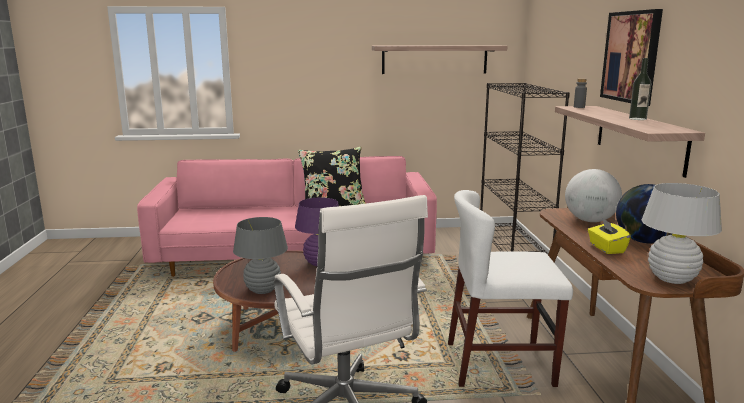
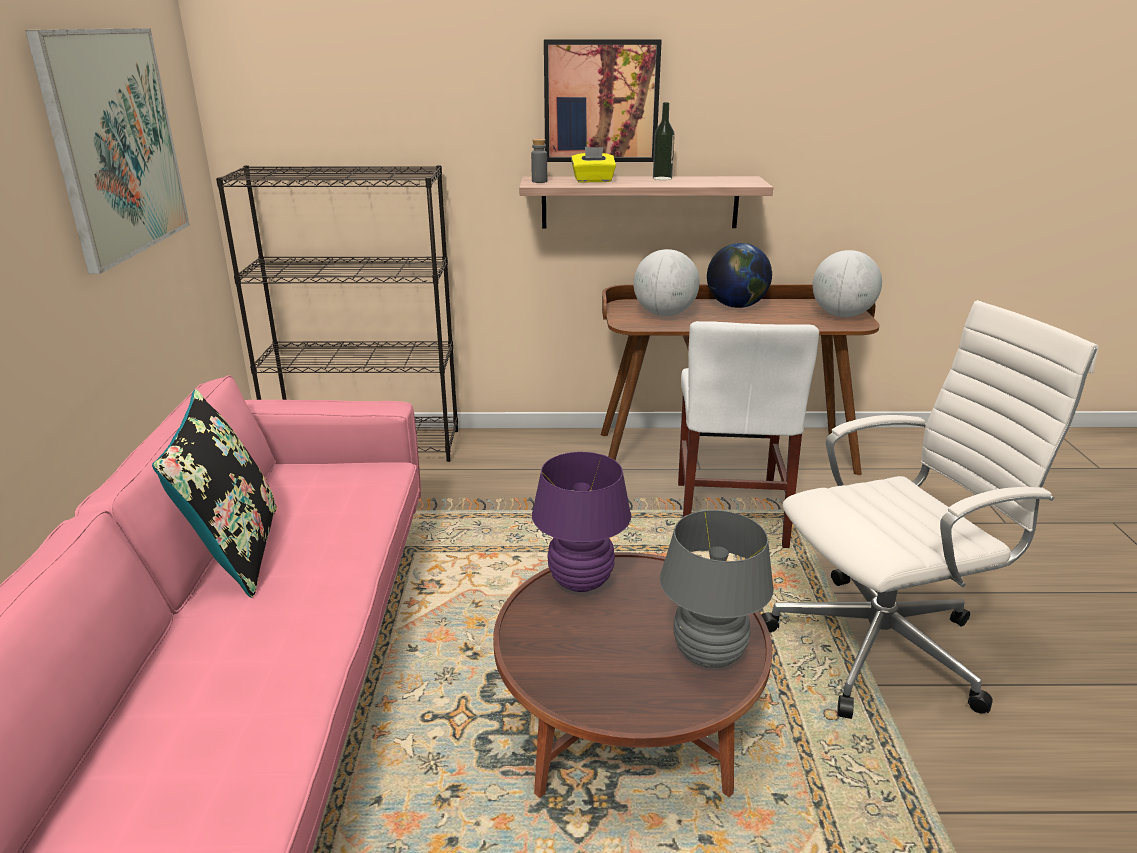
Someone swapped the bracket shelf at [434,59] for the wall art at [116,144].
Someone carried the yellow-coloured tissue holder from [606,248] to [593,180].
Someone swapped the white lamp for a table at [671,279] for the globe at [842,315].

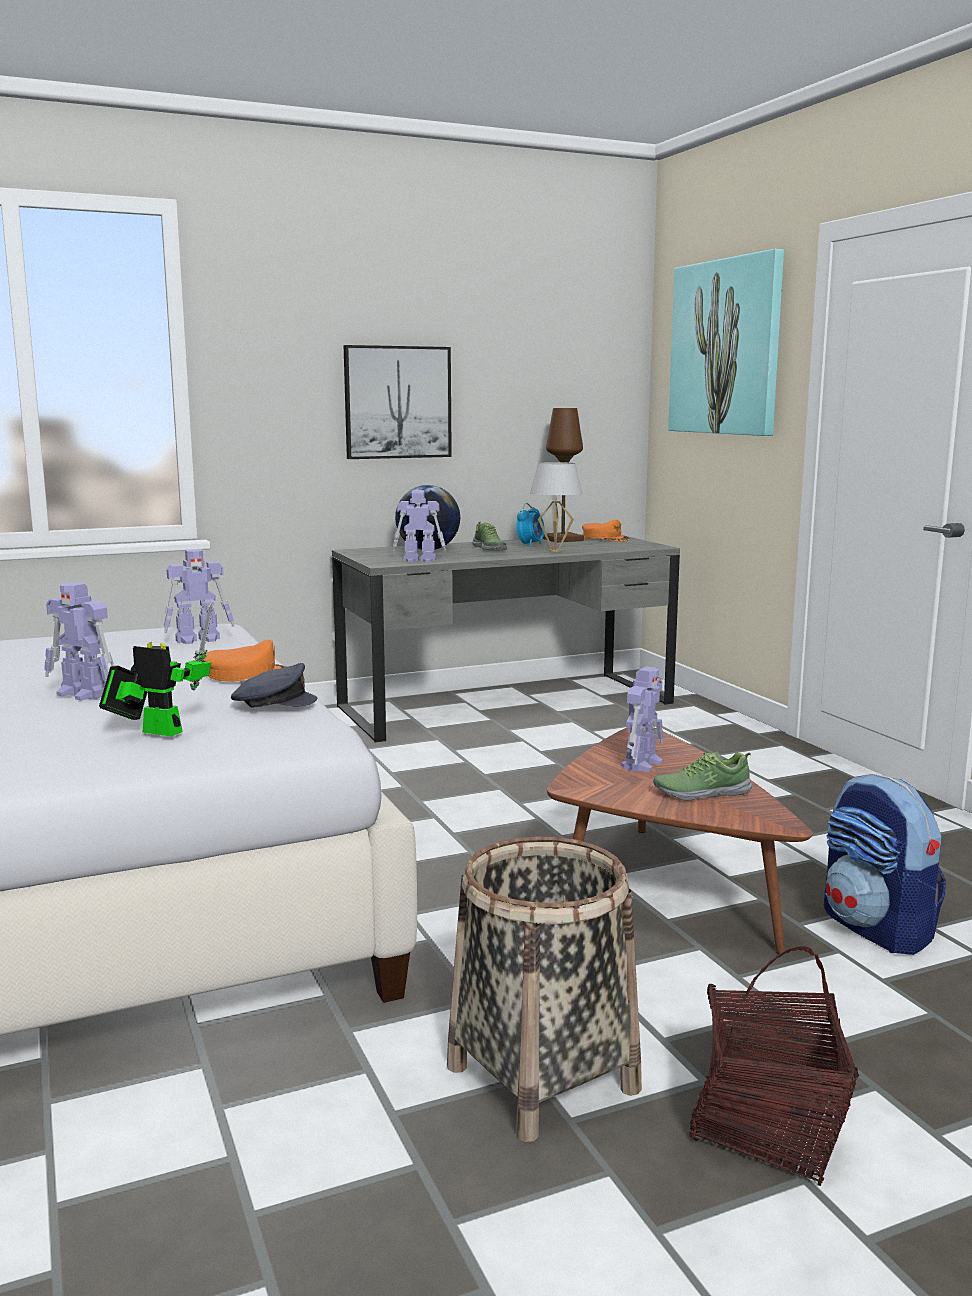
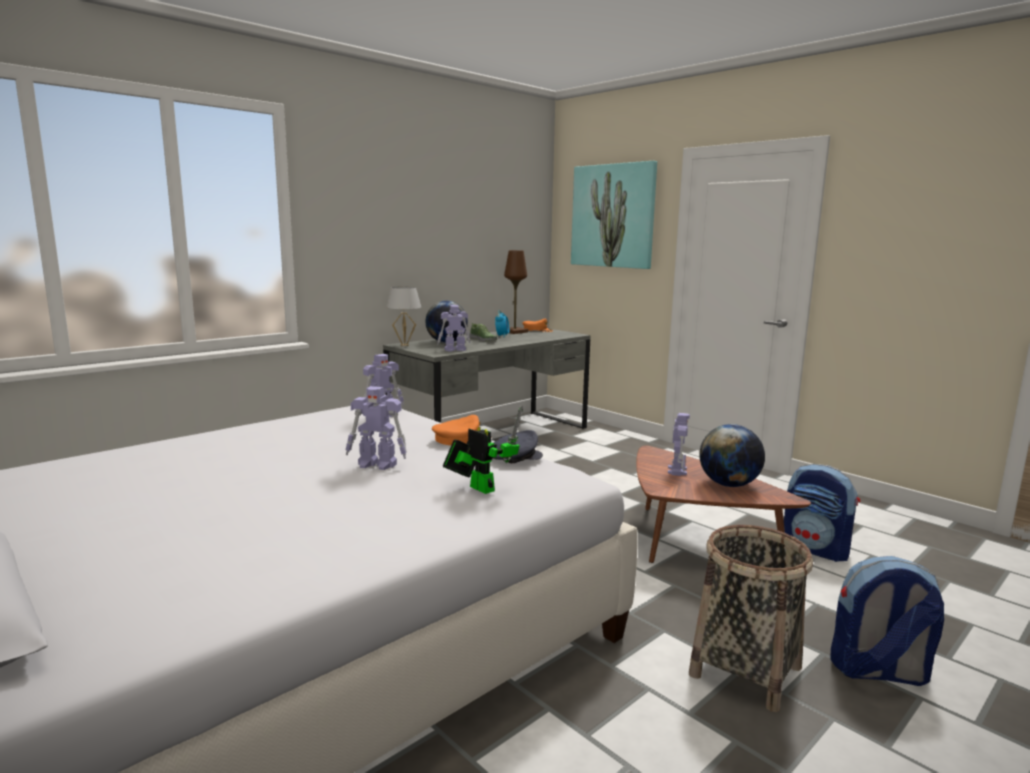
Someone carried the white lamp for a table from [555,551] to [404,345].
Someone rotated the toy robot at [157,731] by 45 degrees clockwise.
Someone swapped the shoe at [701,793] for the globe at [729,484].
Someone swapped the basket at [770,1126] for the knapsack at [878,672].
Someone took away the wall art at [397,402].

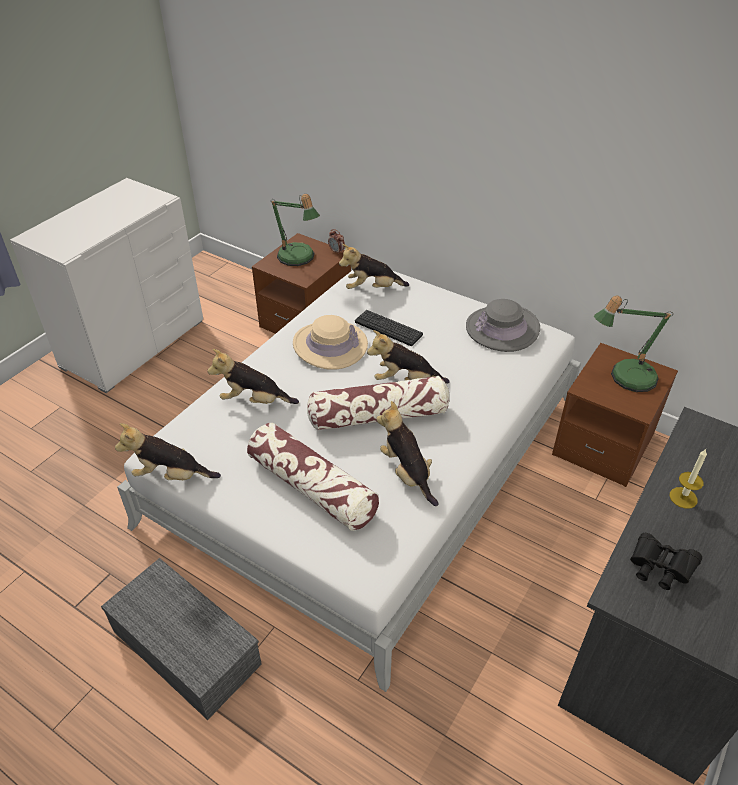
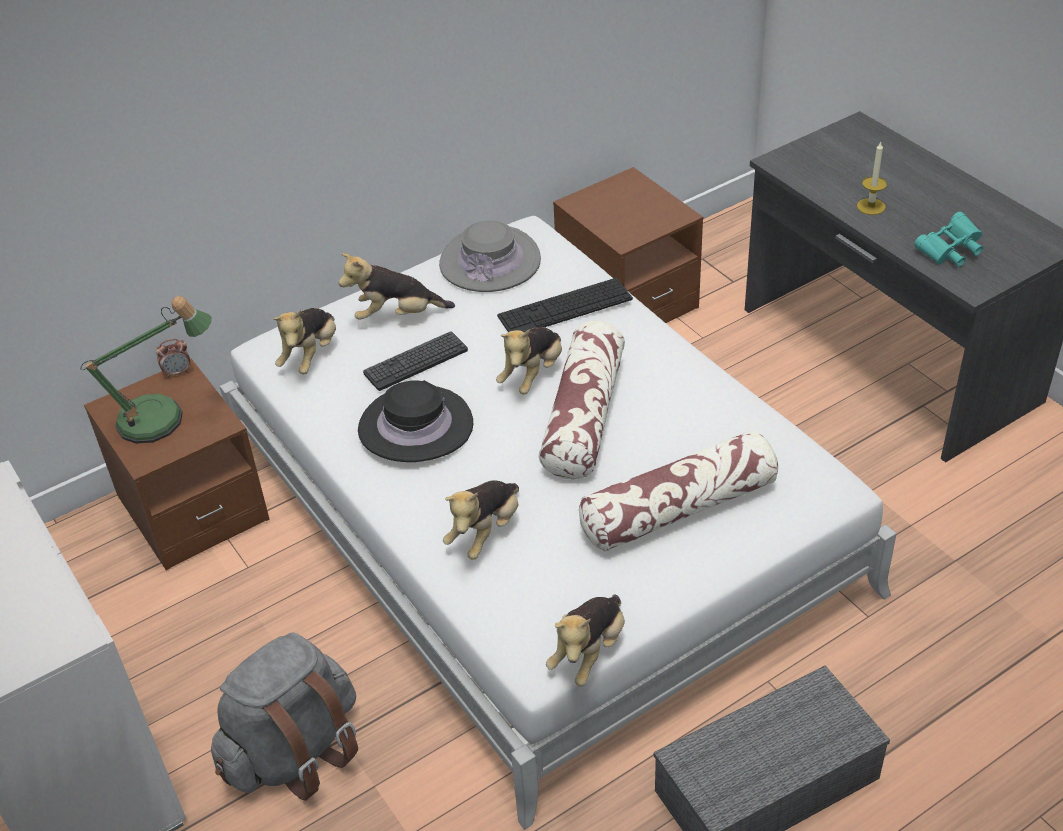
Someone put down the gray knapsack at [294,752].
Someone carried the soft toy from [407,473] to [397,315].
Someone repainted the beige-coloured wearable hat at [330,345], which became the black wearable hat at [415,427].
Someone put down the computer keyboard at [565,307].
Someone repainted the black field glasses at [658,569], which became the blue-green field glasses at [950,252].
Someone took away the lamp for a table at [625,377].

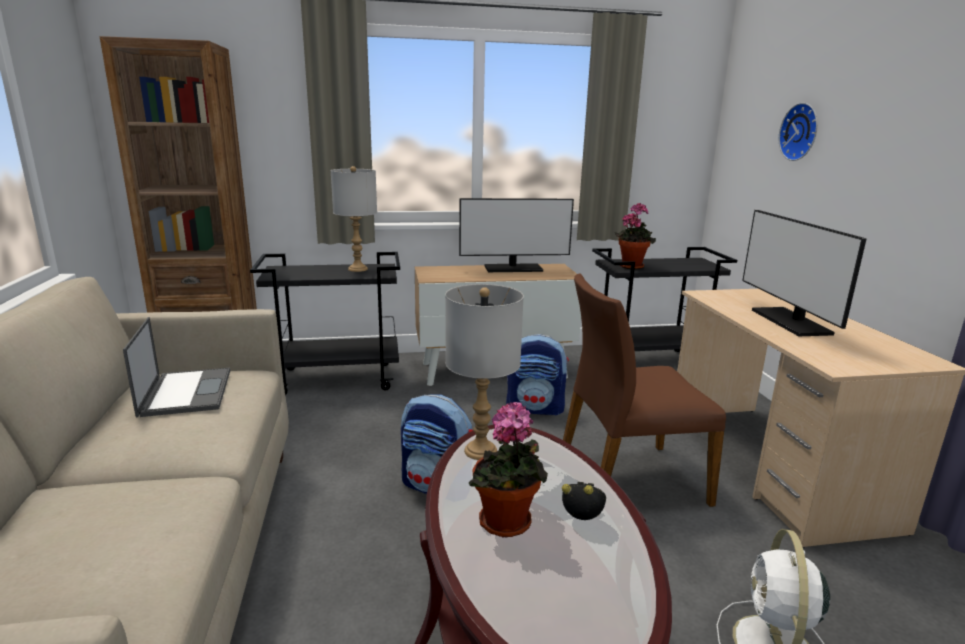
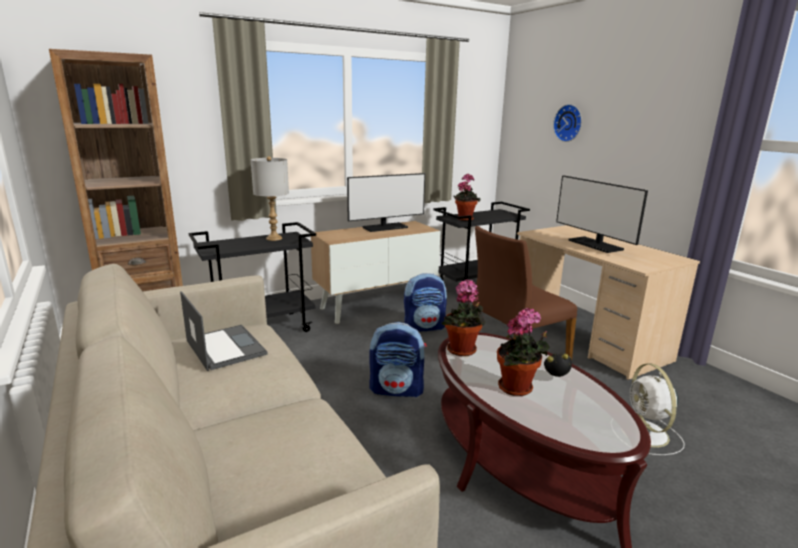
Someone swapped the gray lamp for a table at [480,451] for the houseplant at [462,351].

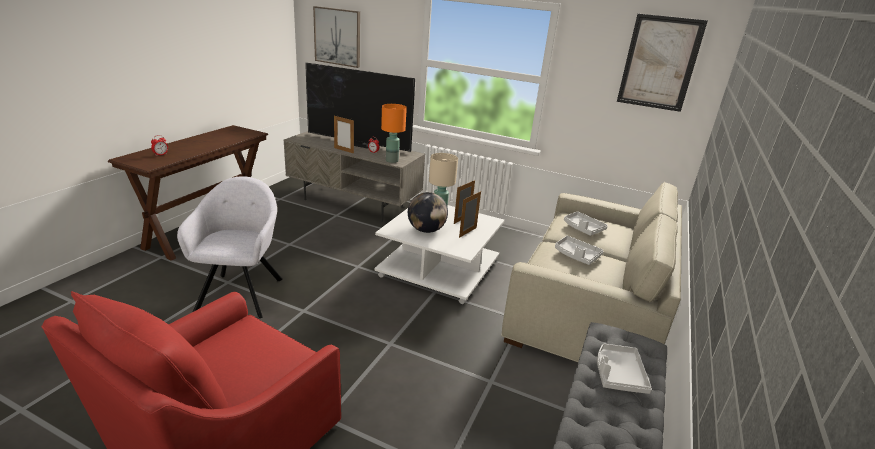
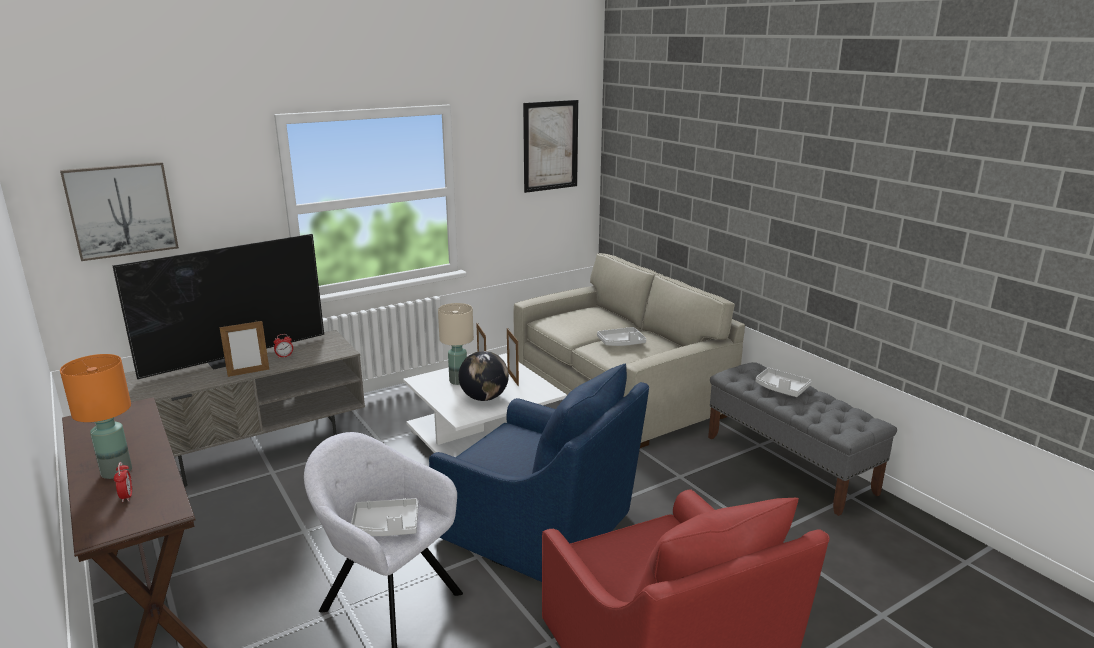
Someone carried the orange lamp for a table from [391,161] to [116,472].
Someone carried the gray tray from [582,228] to [386,526].
Someone put down the blue armchair at [541,530].

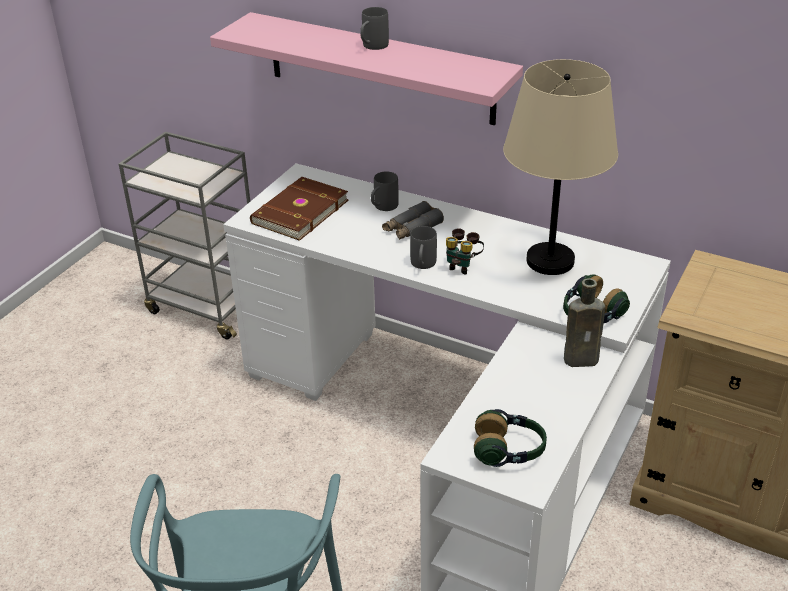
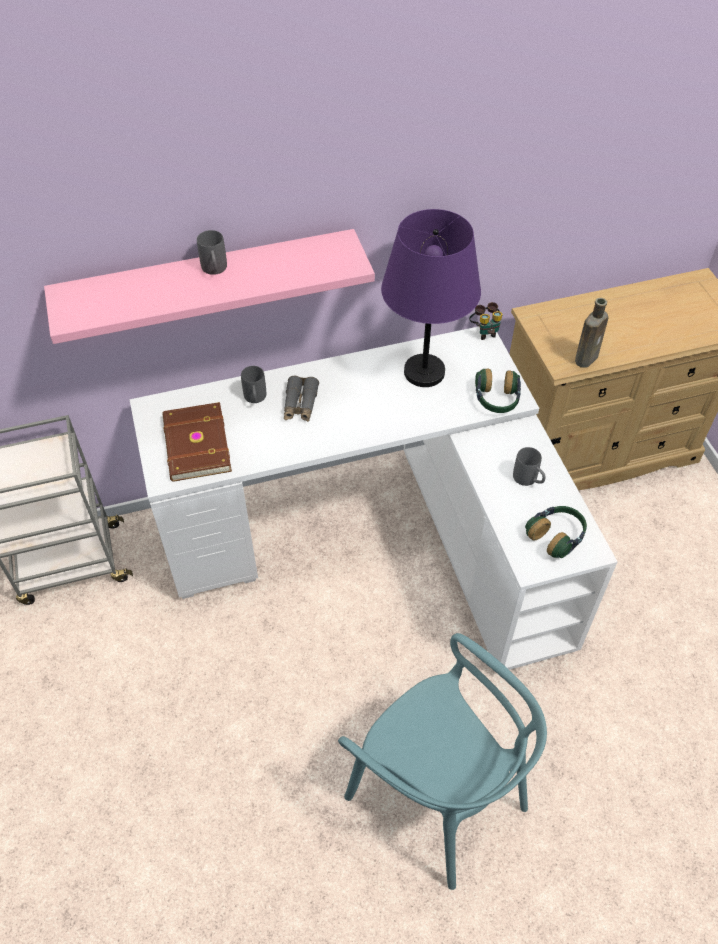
Someone repainted the beige-coloured lamp for a table at [550,261], which became the purple-coloured lamp for a table at [425,372].
Someone carried the field glasses from [462,266] to [484,331].
Someone carried the gray tea mug from [422,265] to [528,480].
Someone carried the brown drink bottle from [583,359] to [587,357].

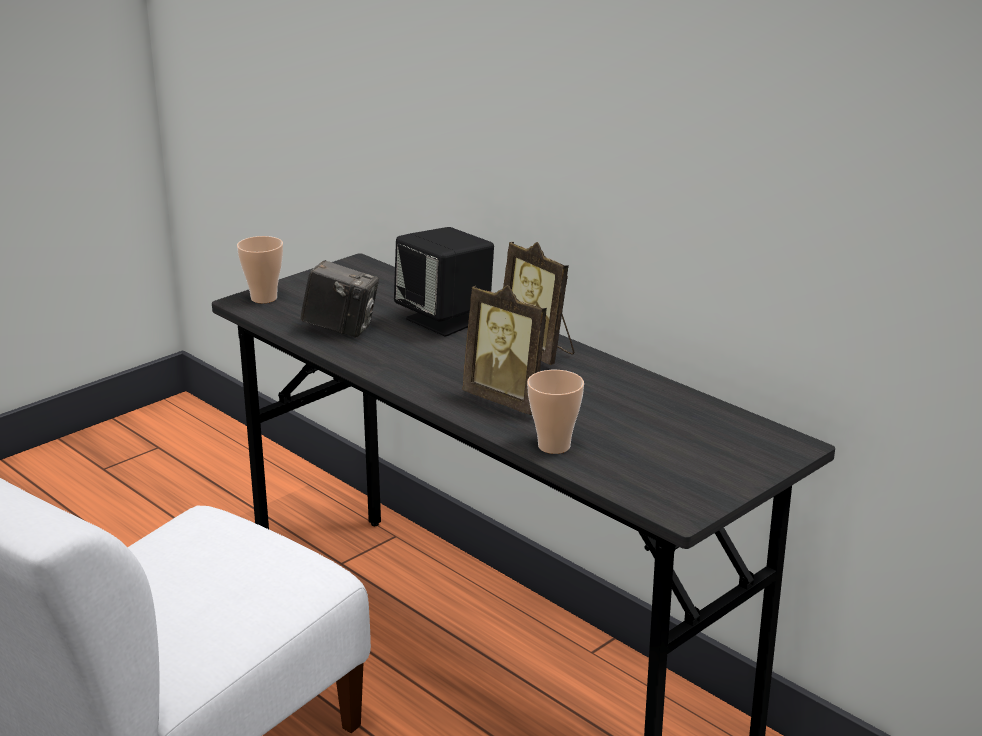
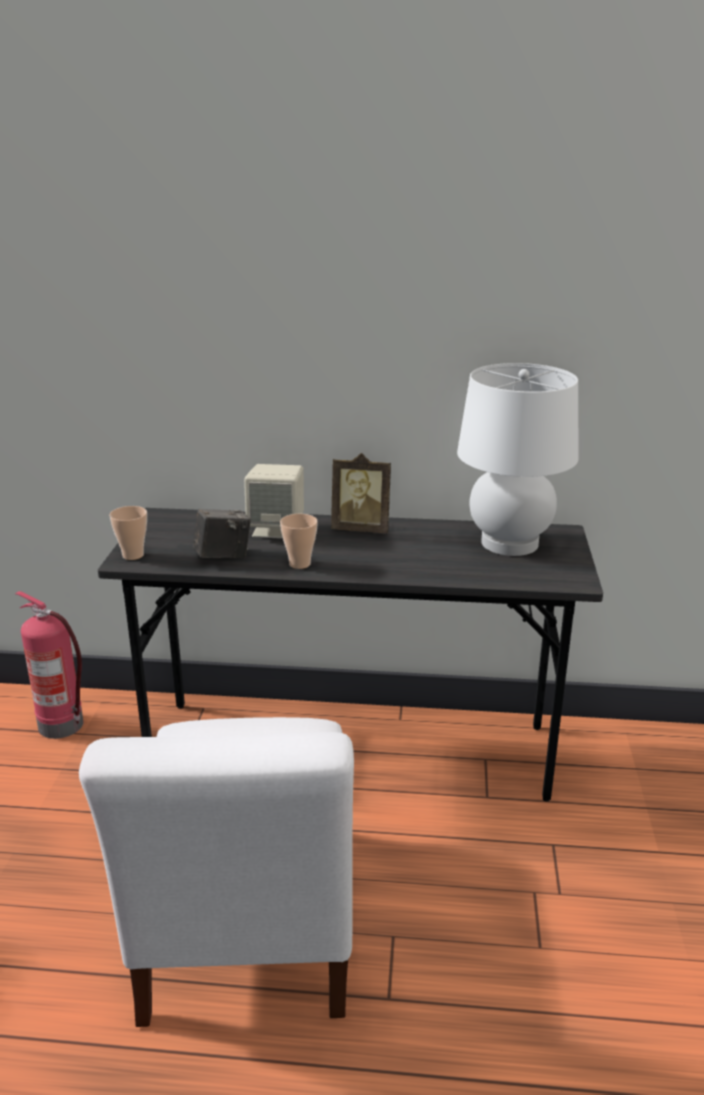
Someone put down the fire extinguisher at [63,725].
Someone repainted the black speaker at [445,320], which became the beige-coloured speaker at [277,529].
Someone carried the drinking cup from [554,446] to [299,564].
Someone put down the white lamp for a table at [509,543].
Someone took away the picture frame at [509,400].

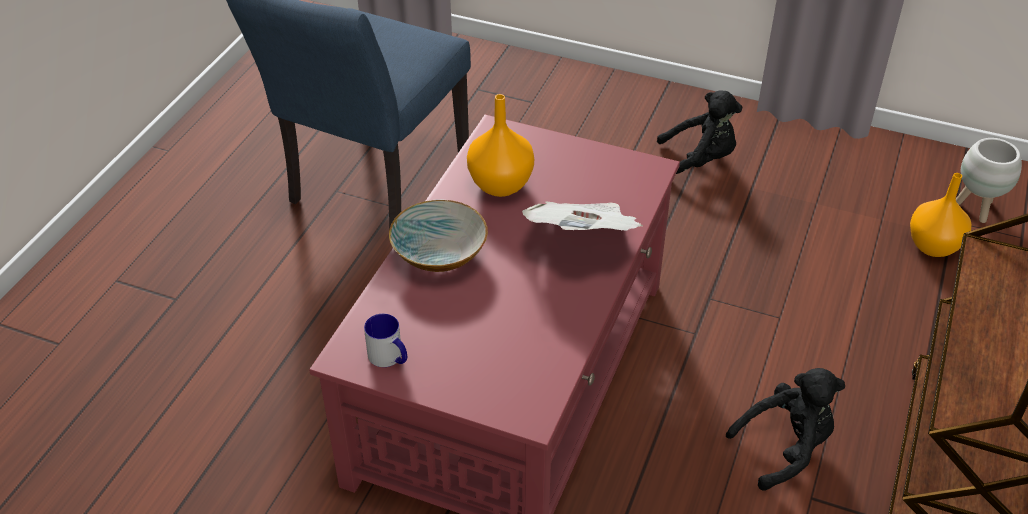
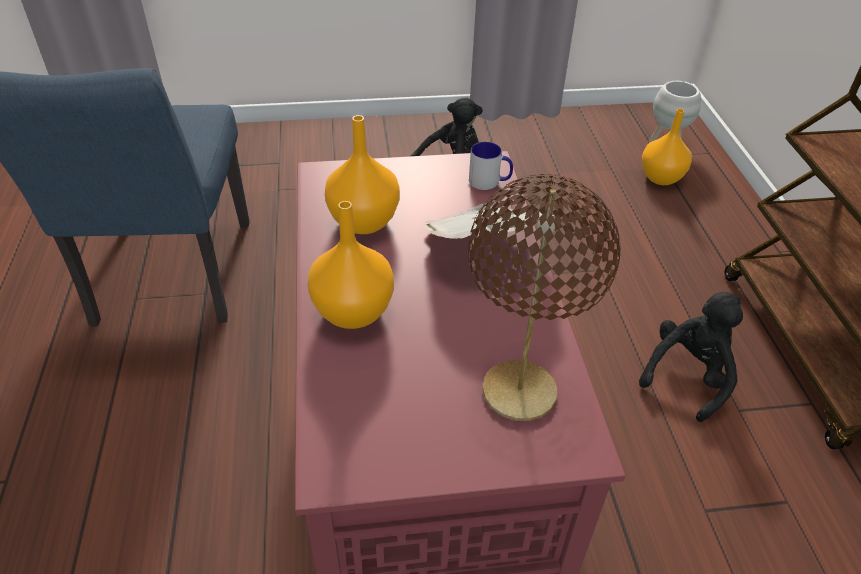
Someone swapped the bowl at [439,253] for the orange decorative vase at [352,311].
Someone put down the brown lamp for a table at [519,392].
Someone carried the tea mug from [389,358] to [489,182].

